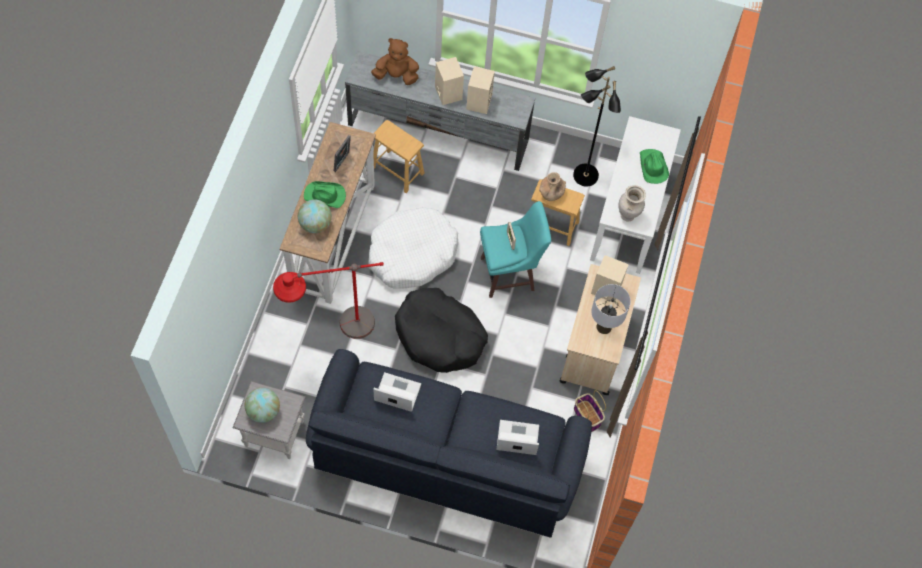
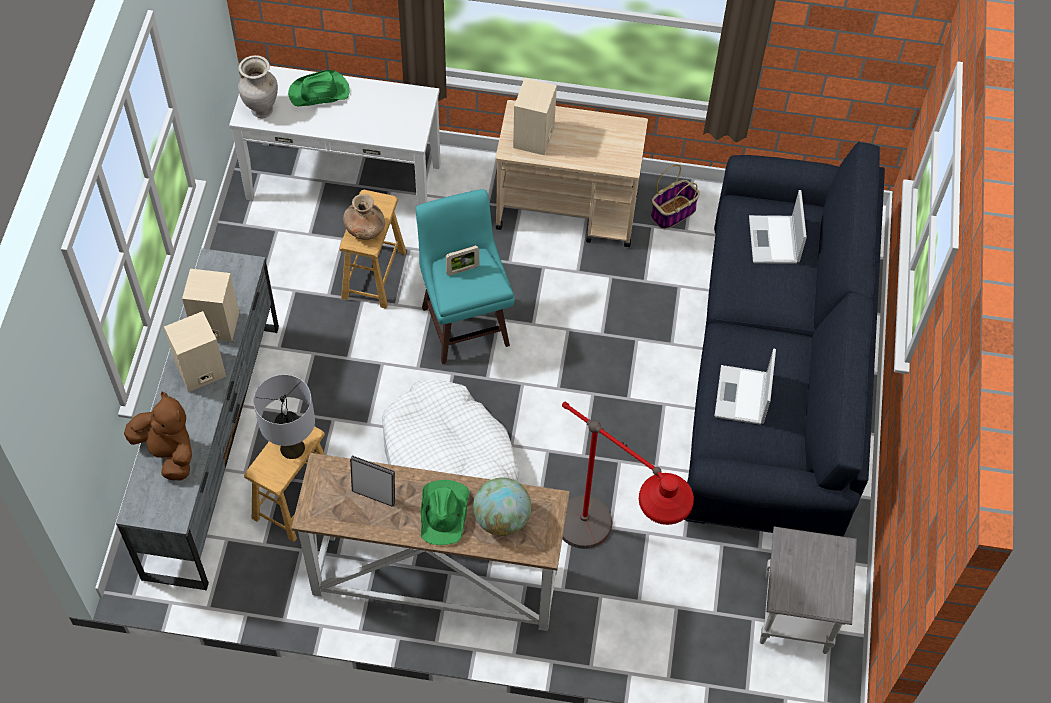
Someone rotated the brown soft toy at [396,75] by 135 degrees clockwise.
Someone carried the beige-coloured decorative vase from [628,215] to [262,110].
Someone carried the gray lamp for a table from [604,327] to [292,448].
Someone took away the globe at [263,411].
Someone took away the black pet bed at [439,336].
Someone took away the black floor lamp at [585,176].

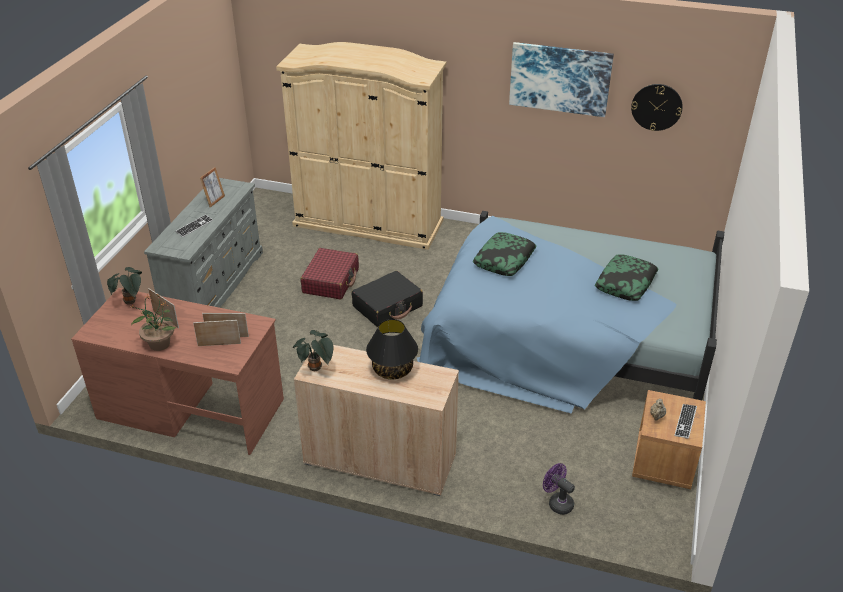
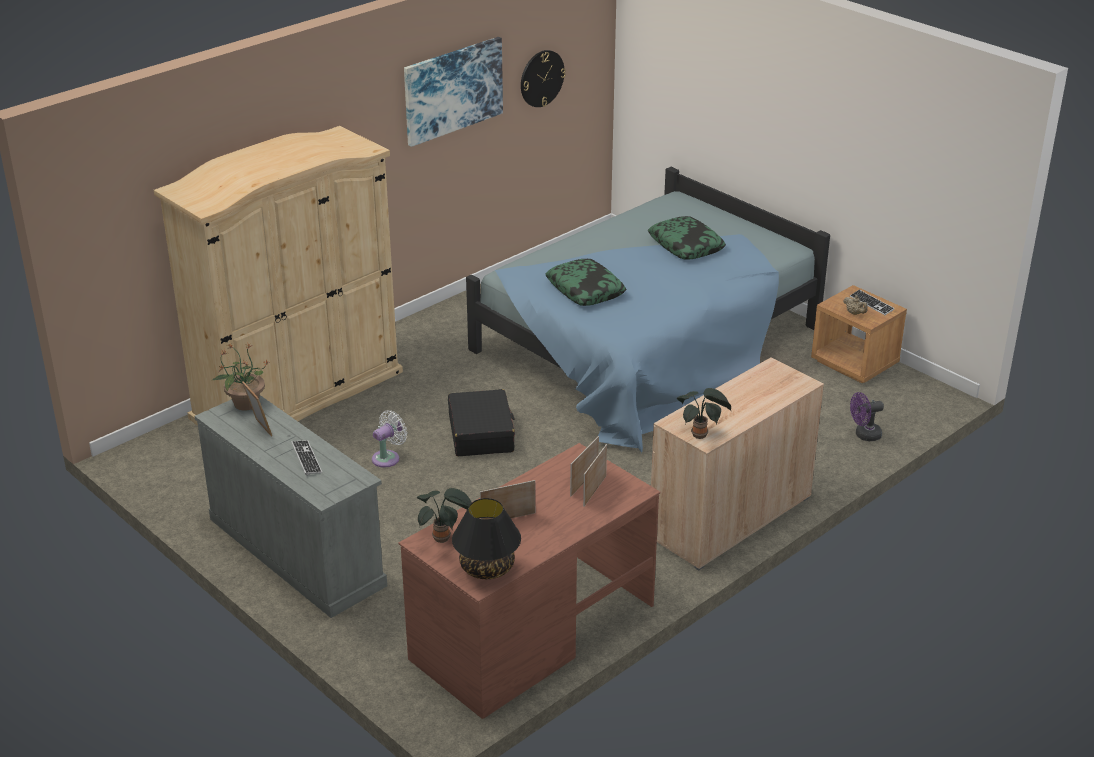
Someone carried the houseplant from [159,343] to [245,403].
Someone swapped the red piece of luggage at [331,281] for the white electric fan at [388,458].
Someone carried the black lamp for a table from [392,370] to [486,568].

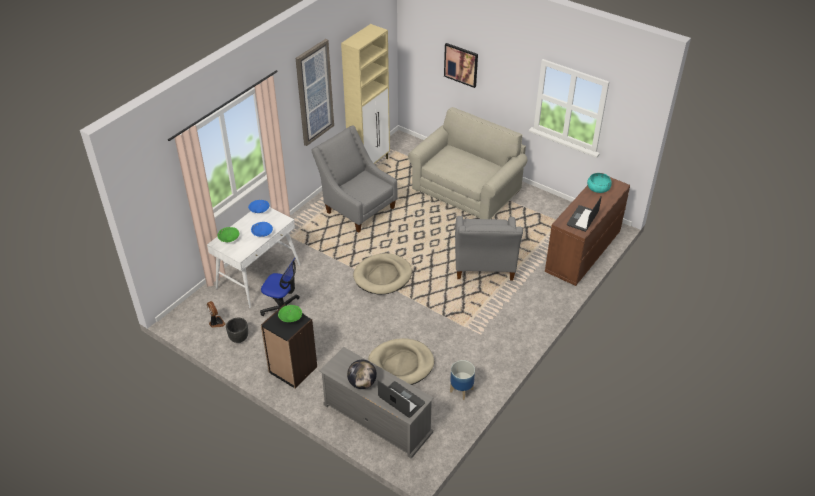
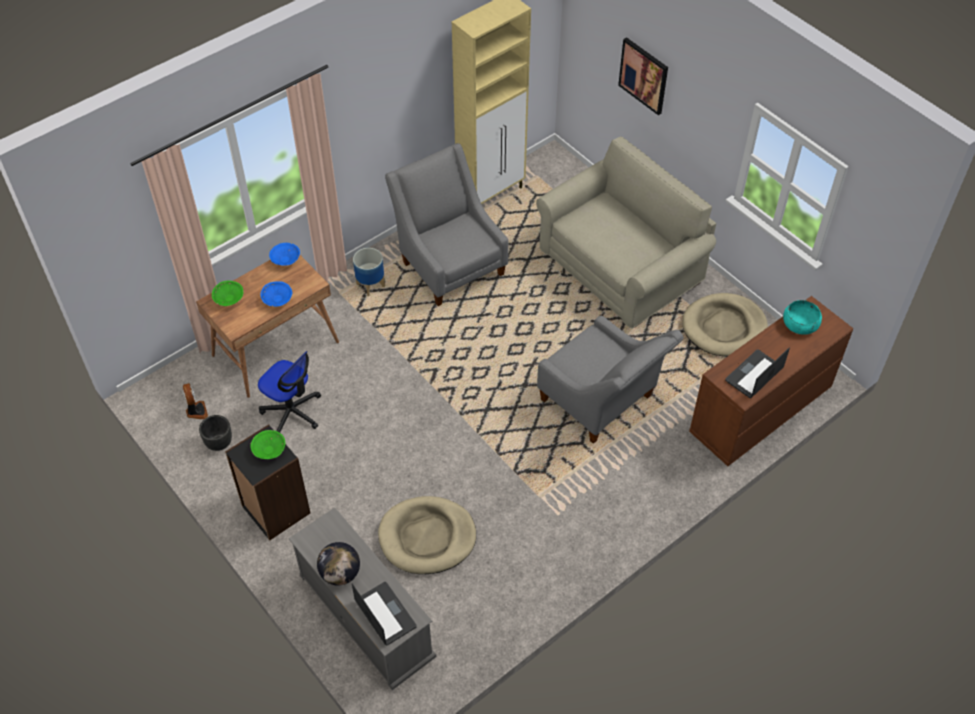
Someone repainted the white desk table at [258,276], which became the brown desk table at [276,348].
Someone carried the planter from [461,390] to [370,285].
Someone rotated the gray armchair at [484,267] by 60 degrees counterclockwise.
Someone carried the beige-coloured pet bed from [383,276] to [724,327].
Someone took away the wall art at [314,93].

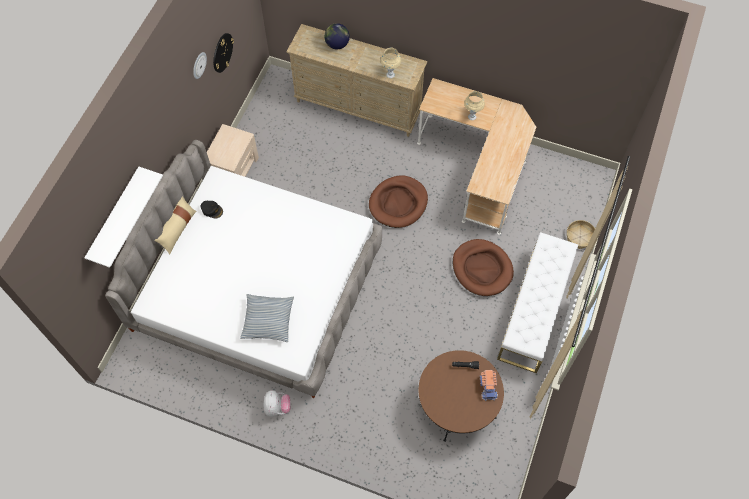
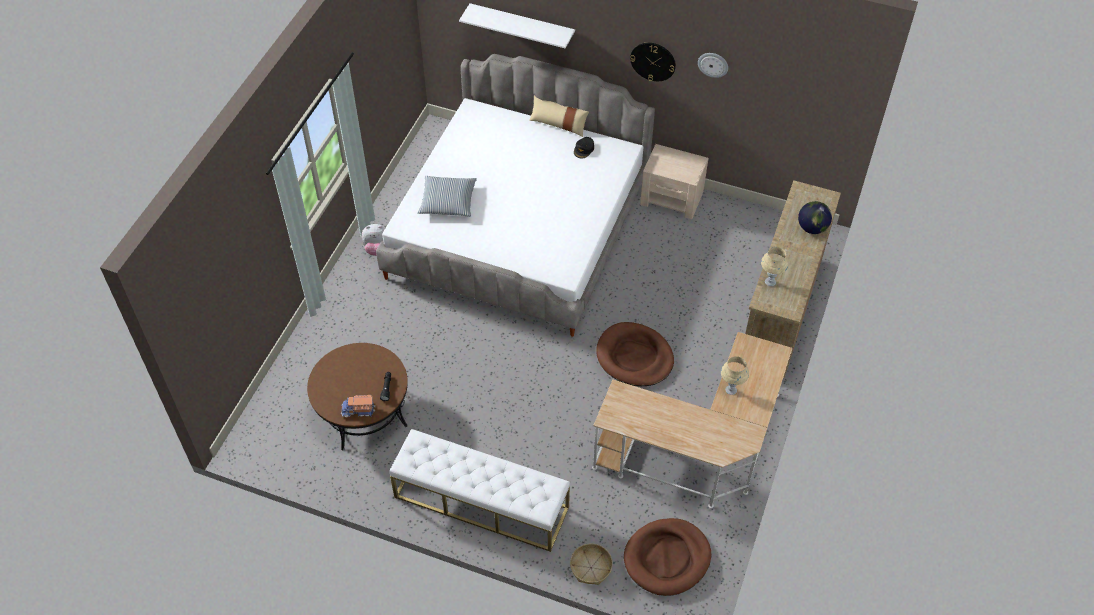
Someone carried the brown pet bed from [482,269] to [667,558].
Someone carried the wall clock from [222,52] to [653,61].

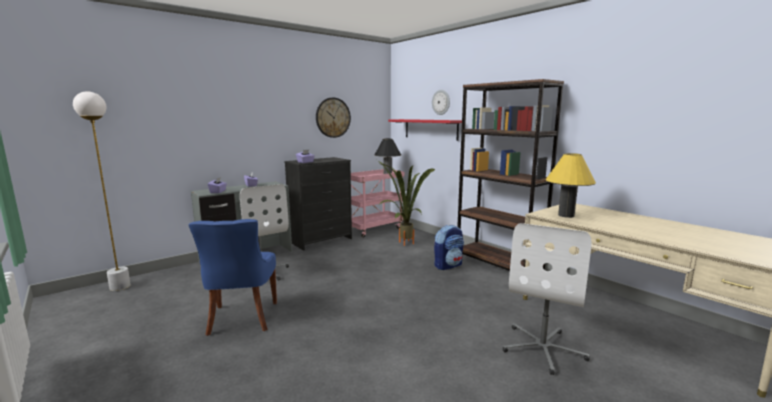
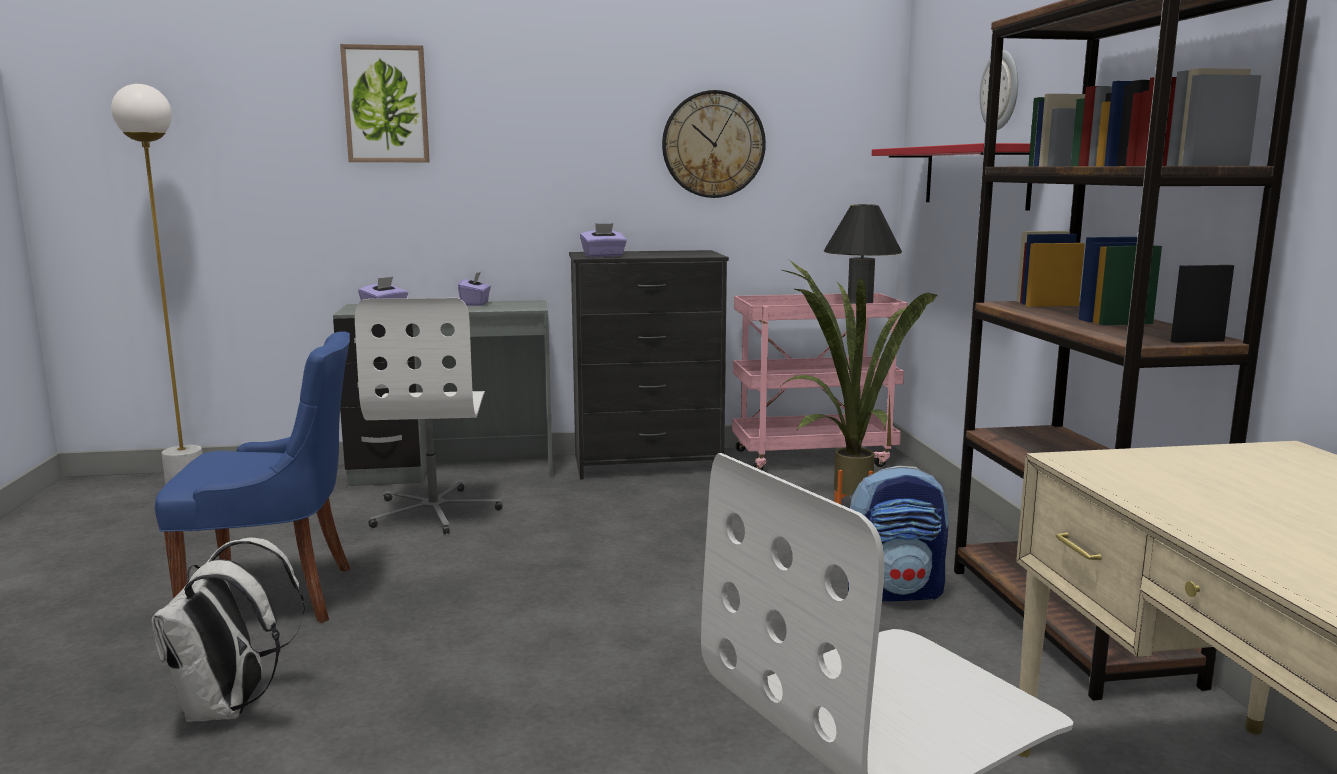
Someone put down the white knapsack at [230,707].
Someone rotated the blue plain chair at [242,319] by 120 degrees counterclockwise.
Someone put up the wall art at [386,104].
Someone took away the yellow-coloured lamp for a table at [566,215].

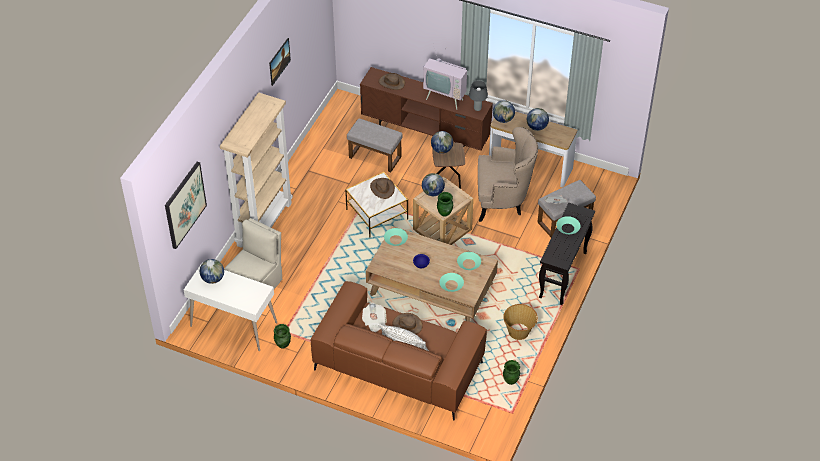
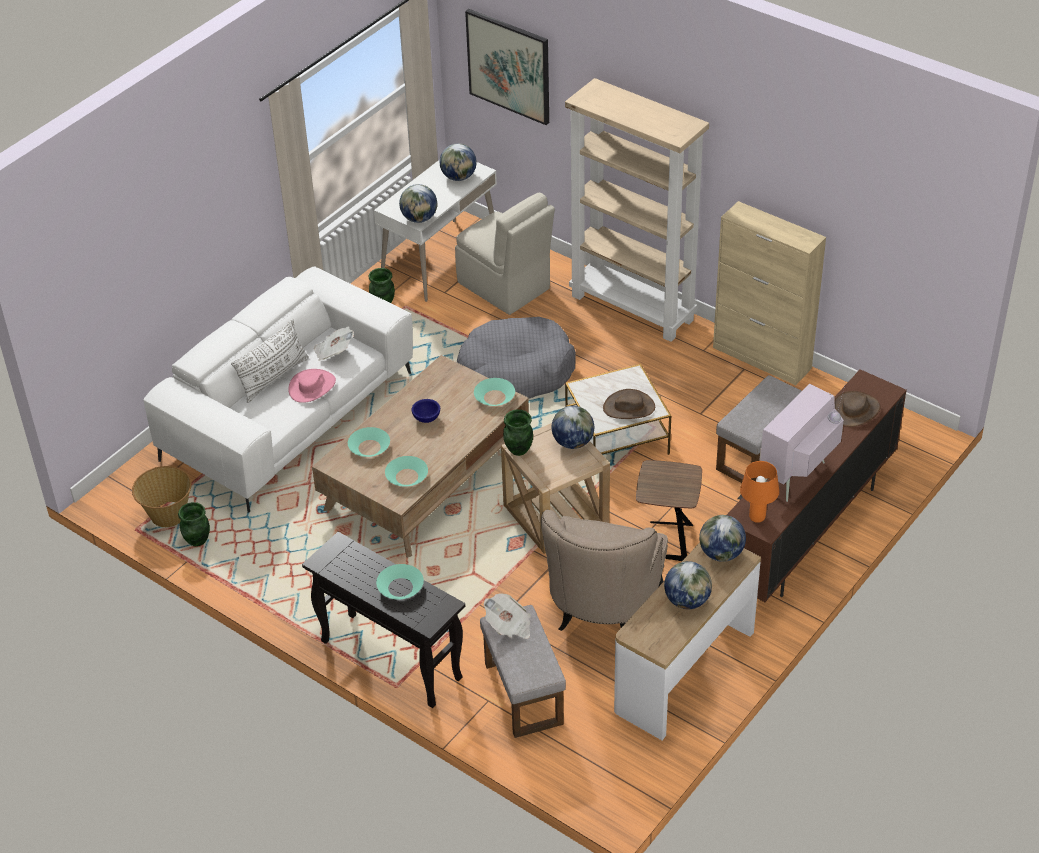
Someone carried the basket from [519,332] to [168,515].
Someone repainted the brown couch at [398,365], which became the white couch at [289,416].
Someone repainted the brown wearable hat at [407,325], which became the pink wearable hat at [312,387].
Someone carried the globe from [441,150] to [419,218].
Someone put down the gray pet bed at [516,371].
Someone put down the beige-coloured cupboard at [762,358].
Someone repainted the gray lamp for a table at [477,109], which became the orange lamp for a table at [756,517].
Someone took away the wall art at [280,67].

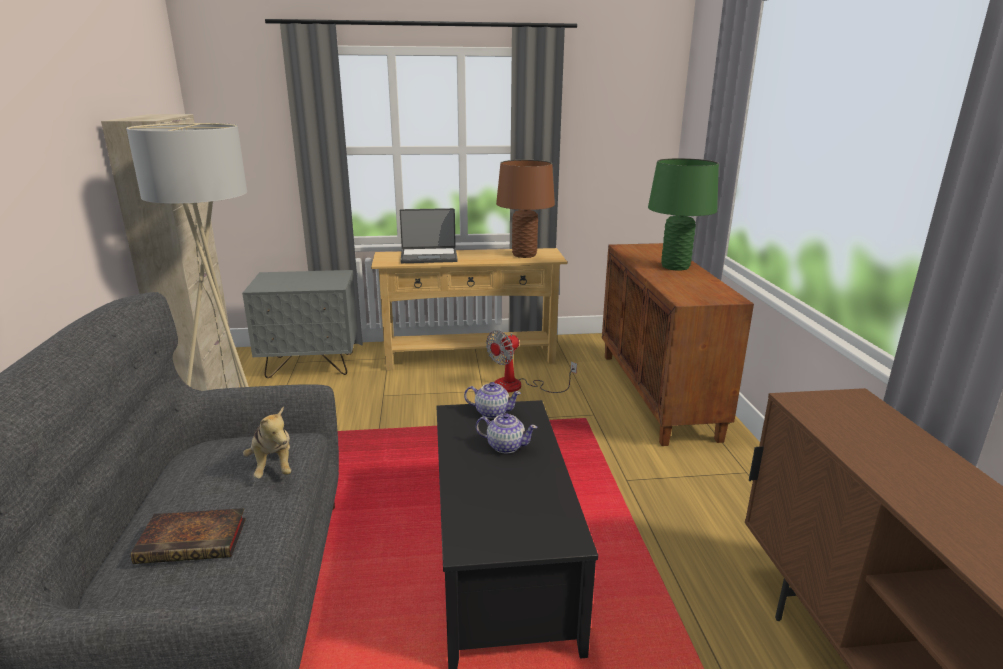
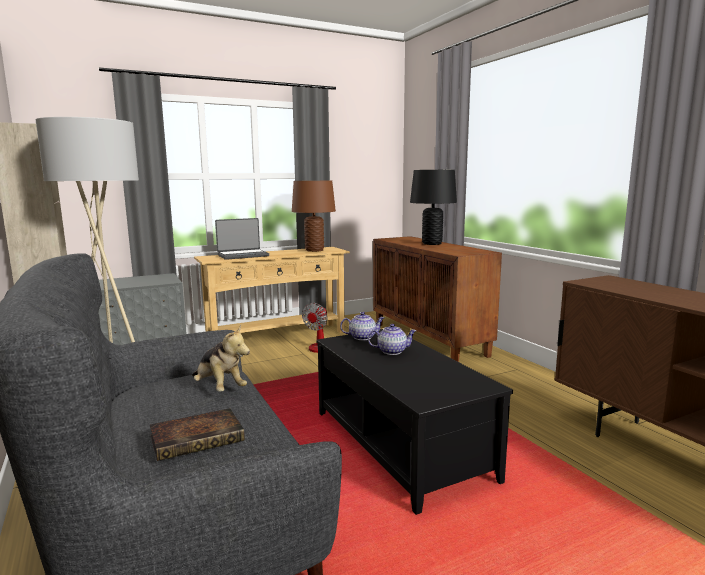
Someone repainted the green lamp for a table at [675,267], which became the black lamp for a table at [432,243].

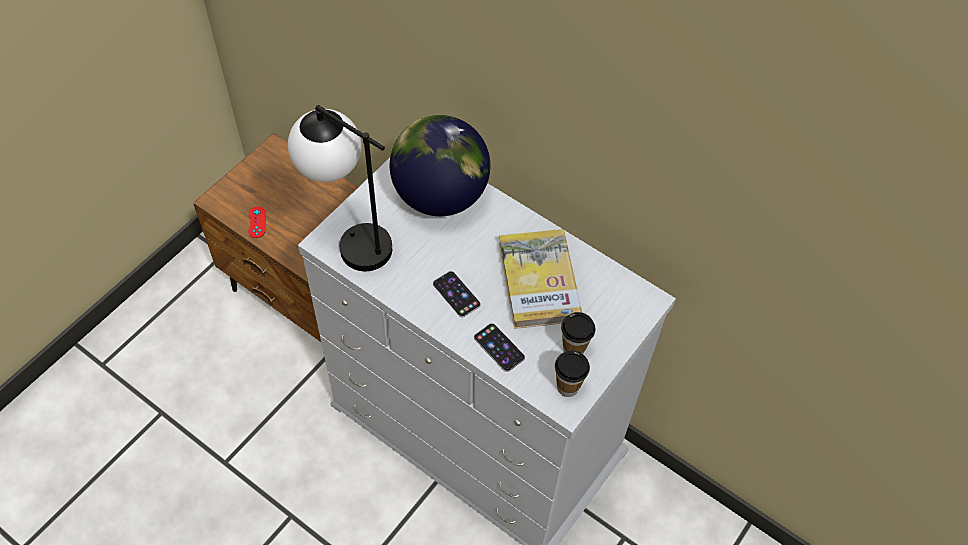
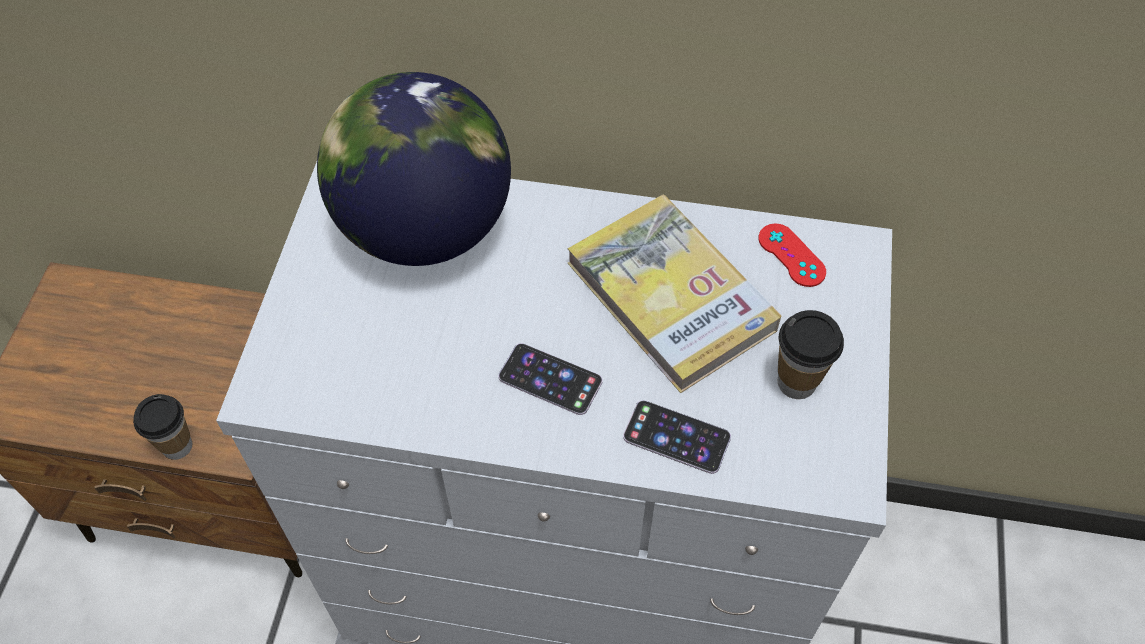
Someone carried the drinking cup from [567,387] to [177,446].
Someone carried the red joypad from [257,222] to [791,255].
Someone took away the lamp for a table at [349,239].

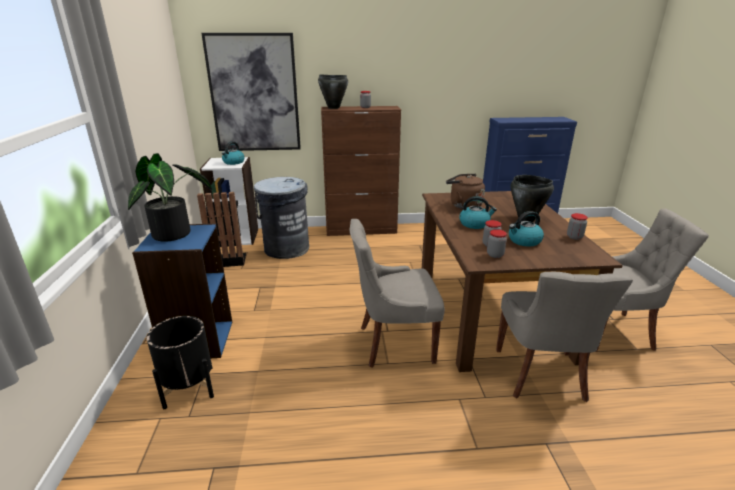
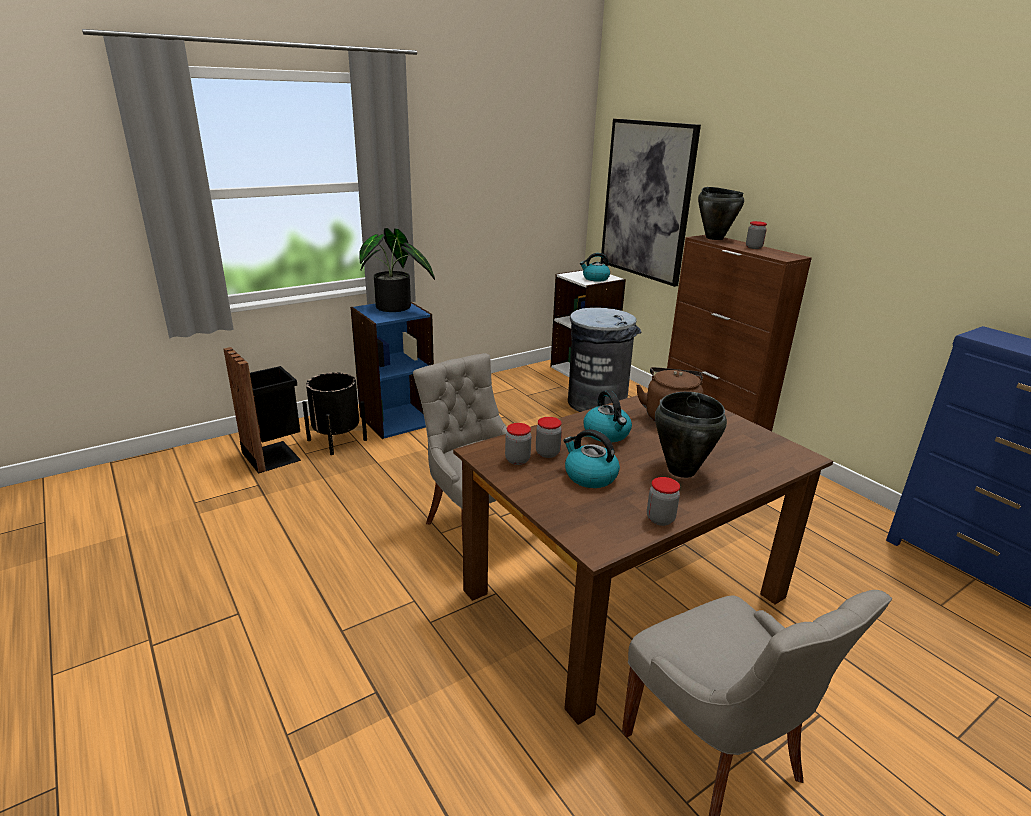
Someone carried the black waste bin from [228,259] to [274,455].
Someone took away the gray plain chair at [541,375].

